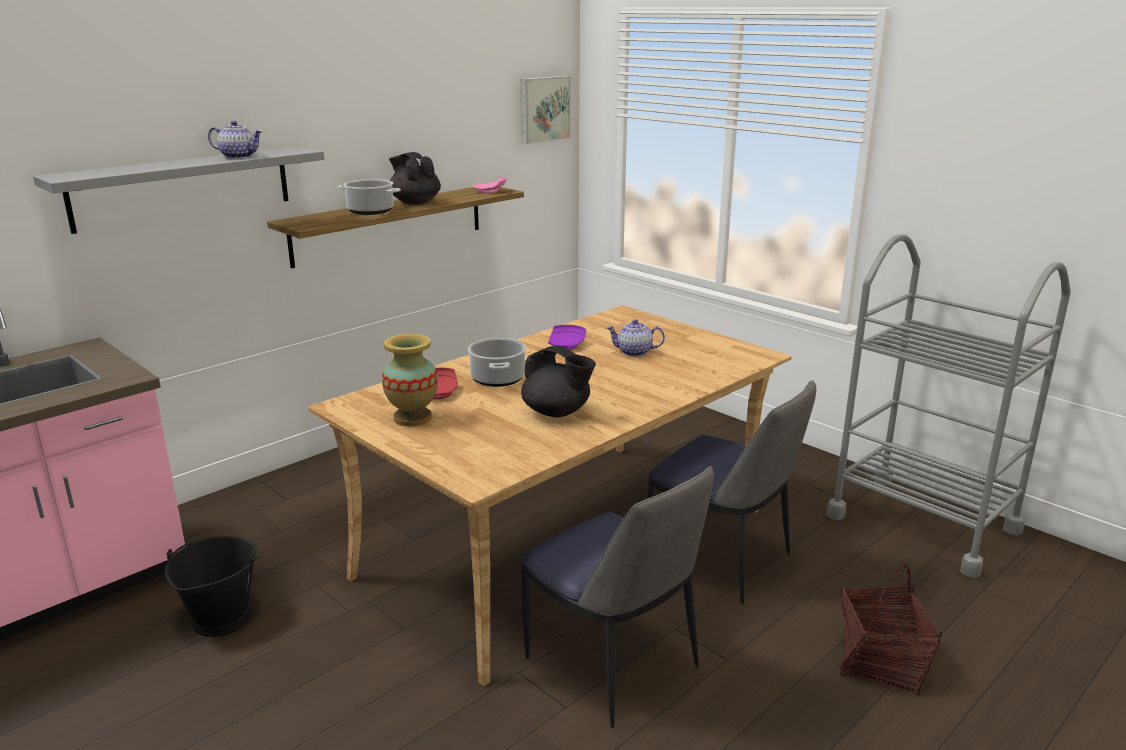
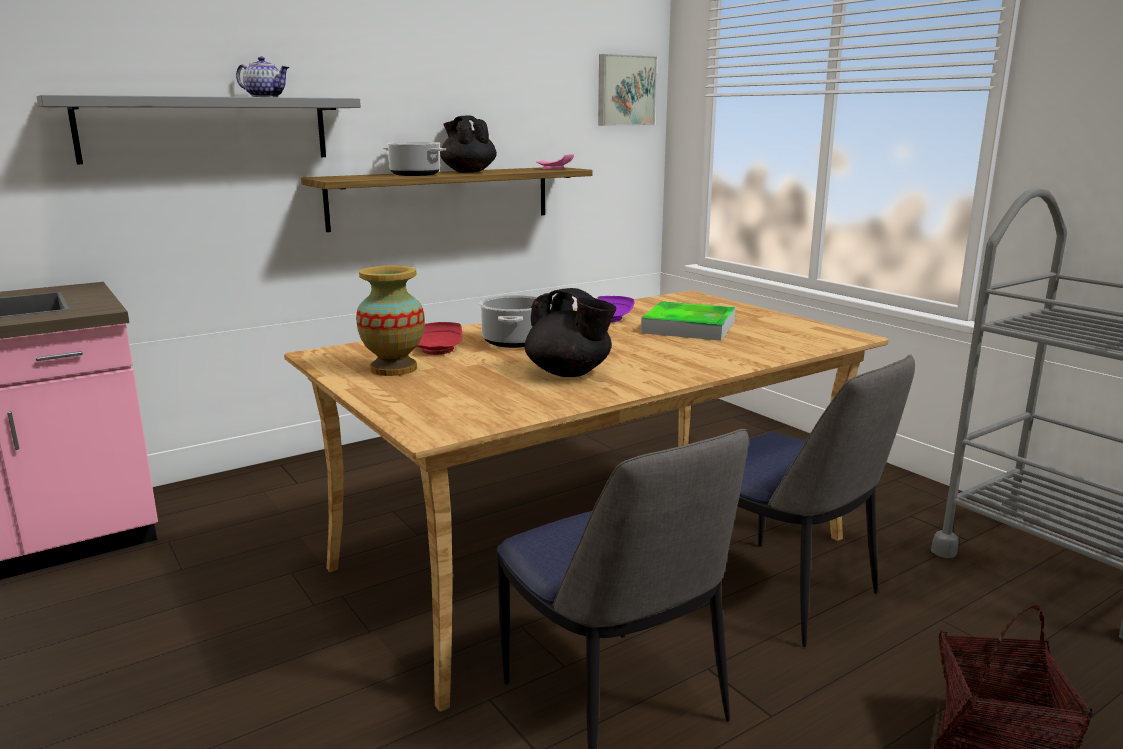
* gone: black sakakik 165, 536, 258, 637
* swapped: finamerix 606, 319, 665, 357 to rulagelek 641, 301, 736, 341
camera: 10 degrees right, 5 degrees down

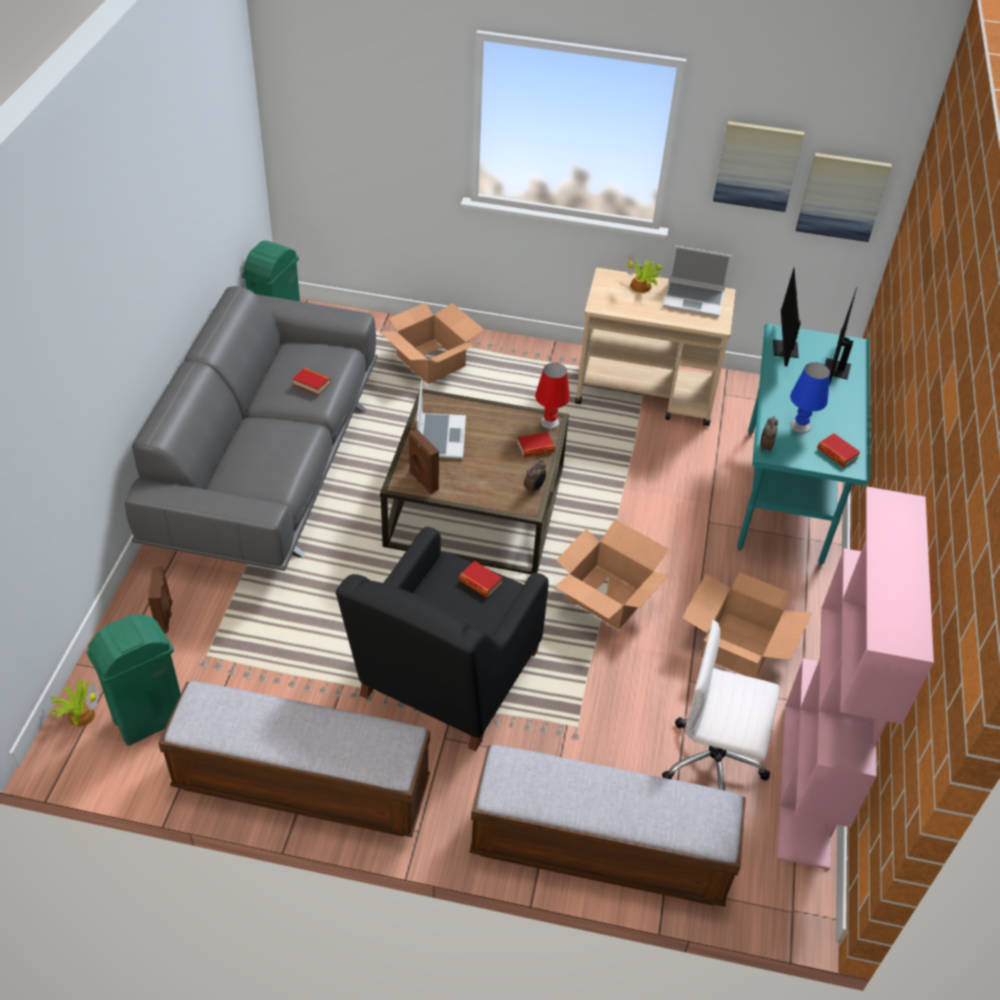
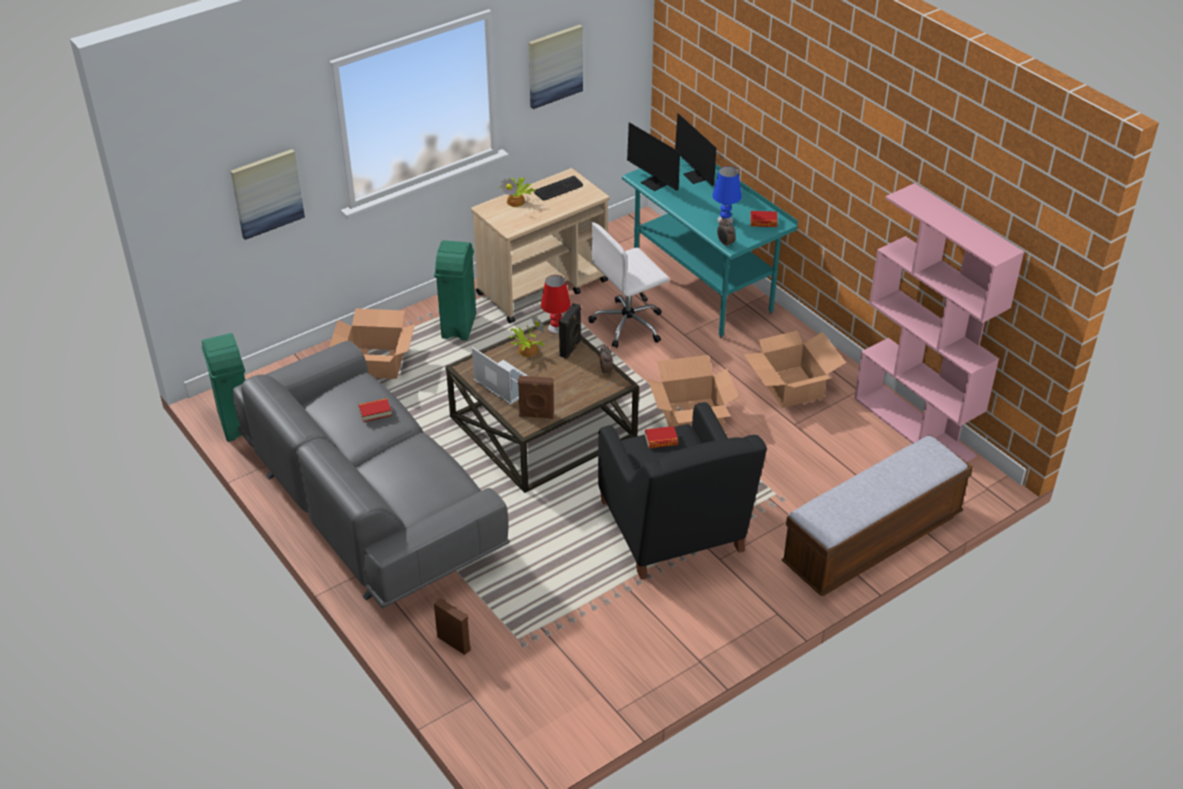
* shifted: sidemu 50, 679, 99, 727 to 509, 315, 545, 357
* shifted: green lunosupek 86, 614, 181, 746 to 434, 240, 476, 341
* gone: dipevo 158, 681, 430, 837
* swapped: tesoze 517, 432, 555, 457 to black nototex 559, 303, 581, 359
* shifted: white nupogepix 662, 620, 780, 791 to 588, 222, 670, 348
* swapped: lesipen 663, 246, 732, 317 to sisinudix 534, 176, 583, 200
* shifted: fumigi 796, 153, 892, 242 to 230, 149, 305, 240
camera: 45 degrees left, 5 degrees down

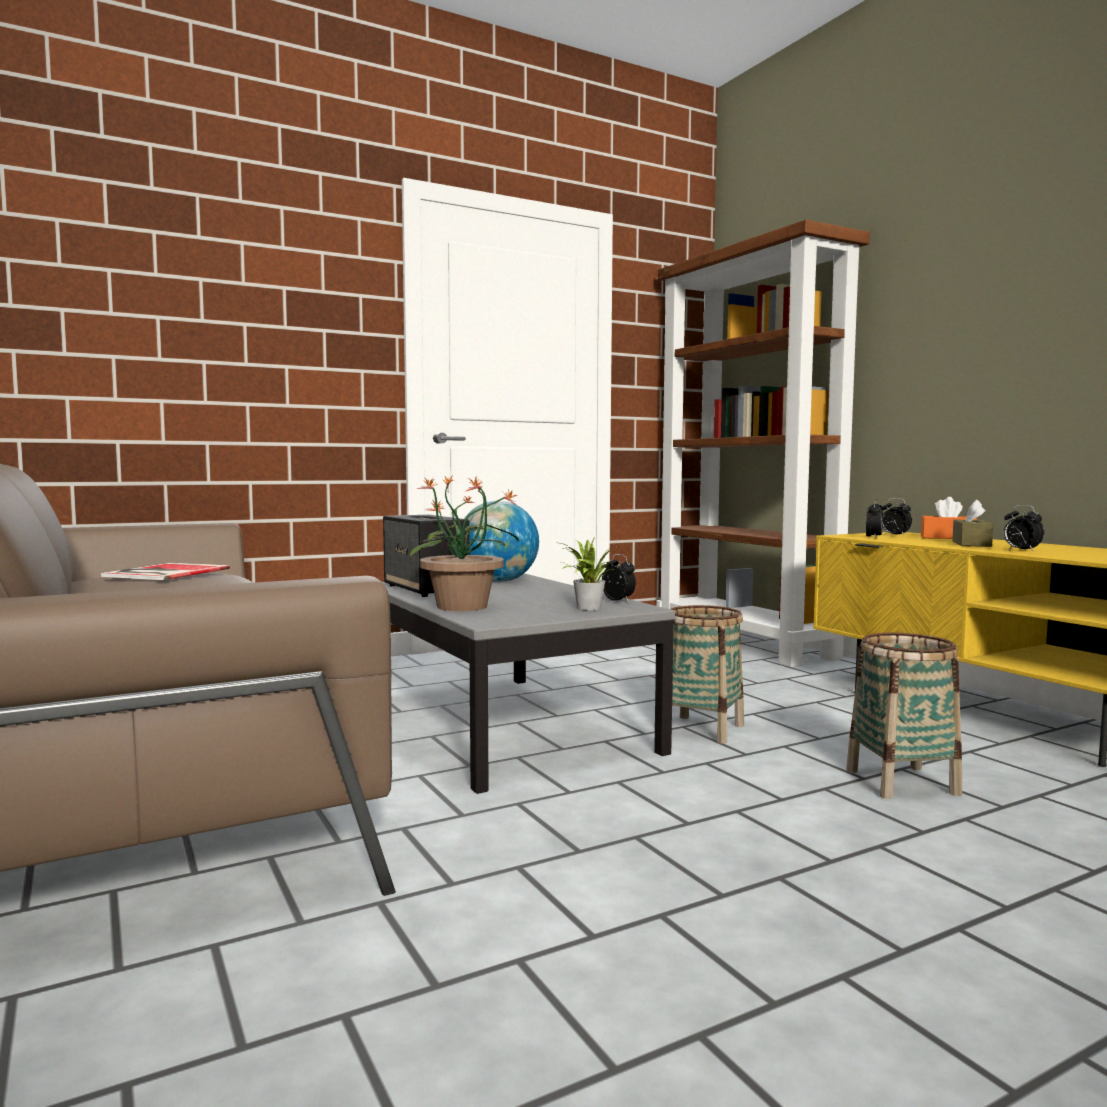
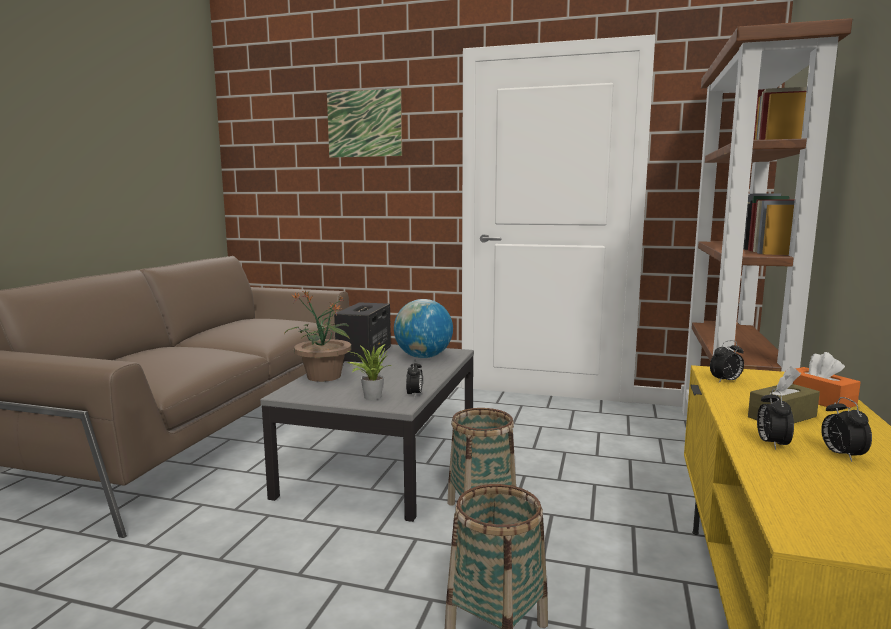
* gone: tesoze 101, 563, 230, 580
* shifted: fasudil 882, 498, 912, 536 to 821, 397, 872, 462
* new: fumigi 327, 88, 402, 158
camera: 45 degrees right, 5 degrees up

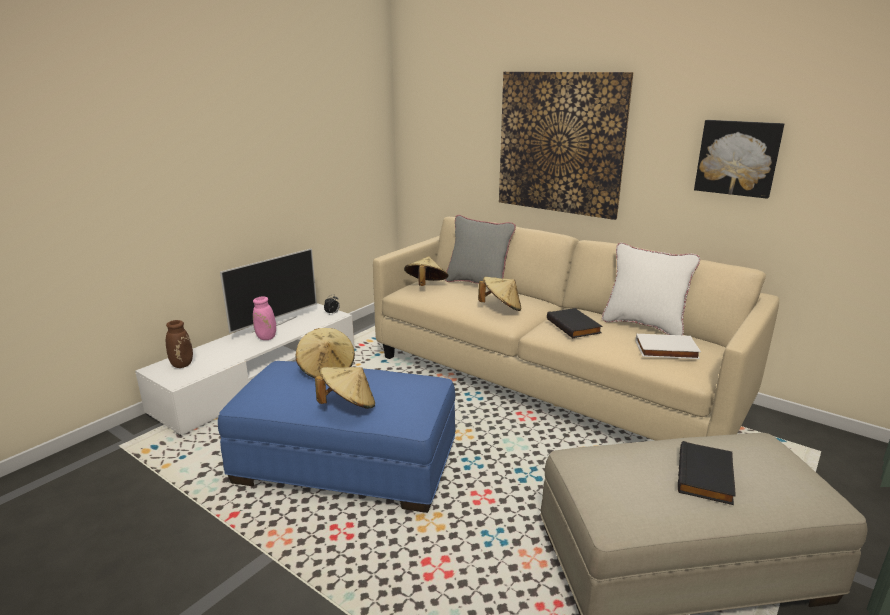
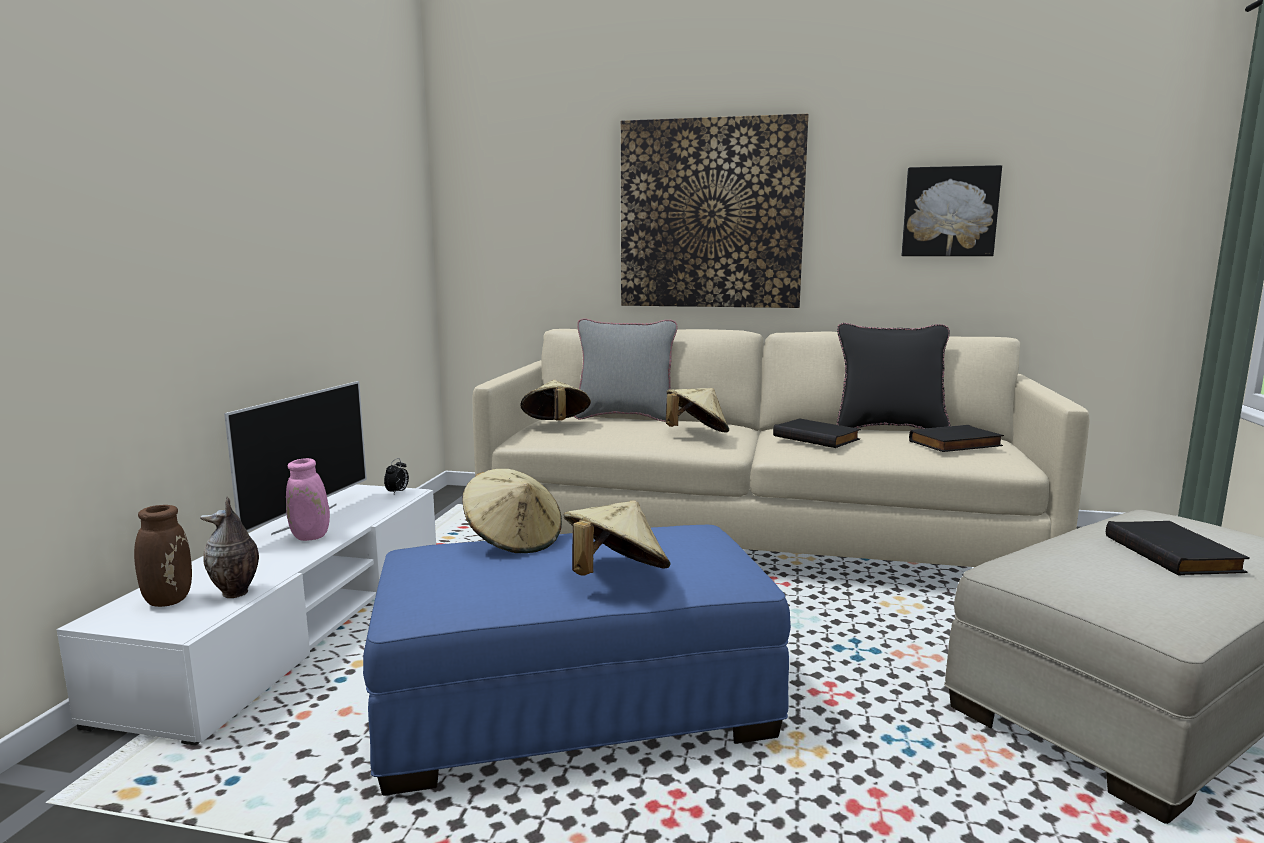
* repainted: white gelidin 602, 243, 700, 335 to black gelidin 837, 323, 950, 429
* repainted: white tesoze 636, 334, 701, 359 to black tesoze 909, 425, 1004, 452
* new: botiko 200, 496, 259, 598
camera: 25 degrees left, 10 degrees down

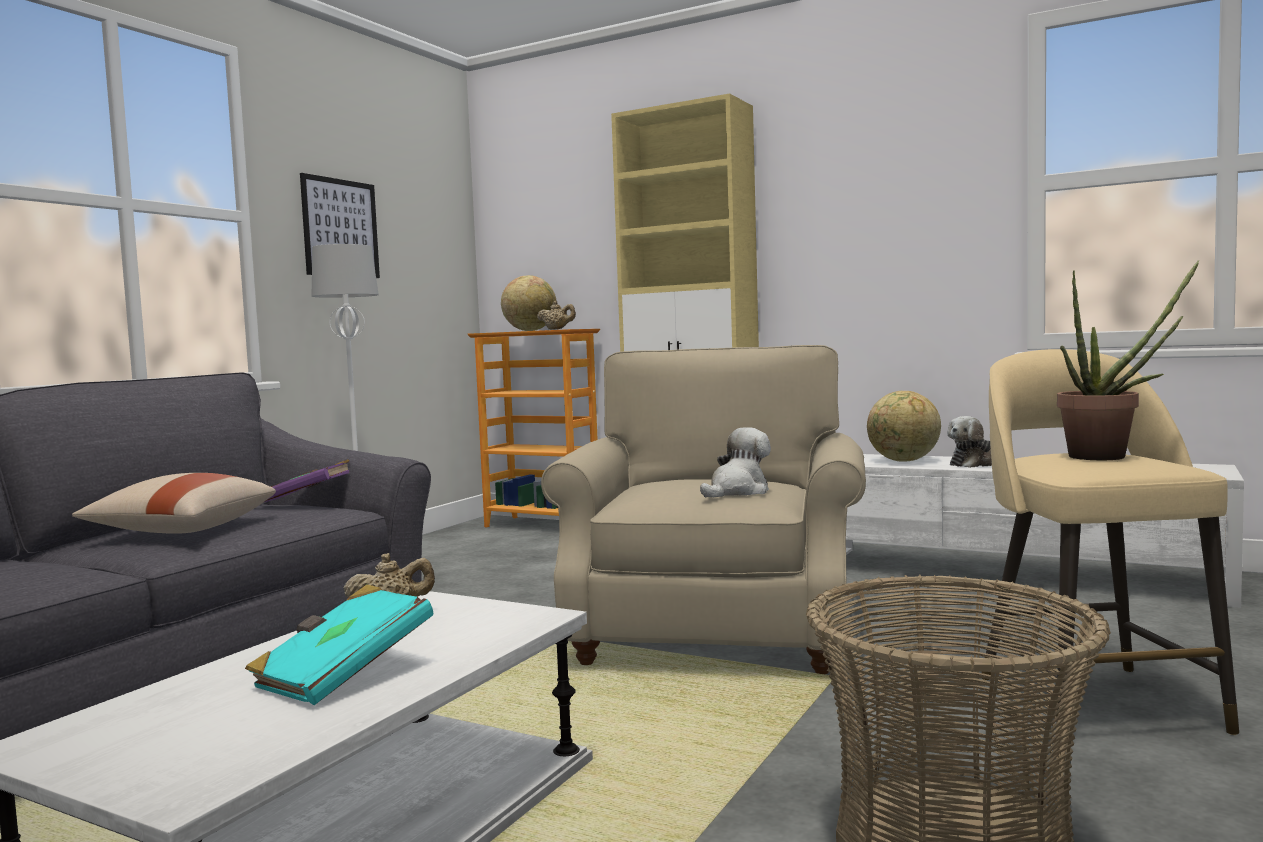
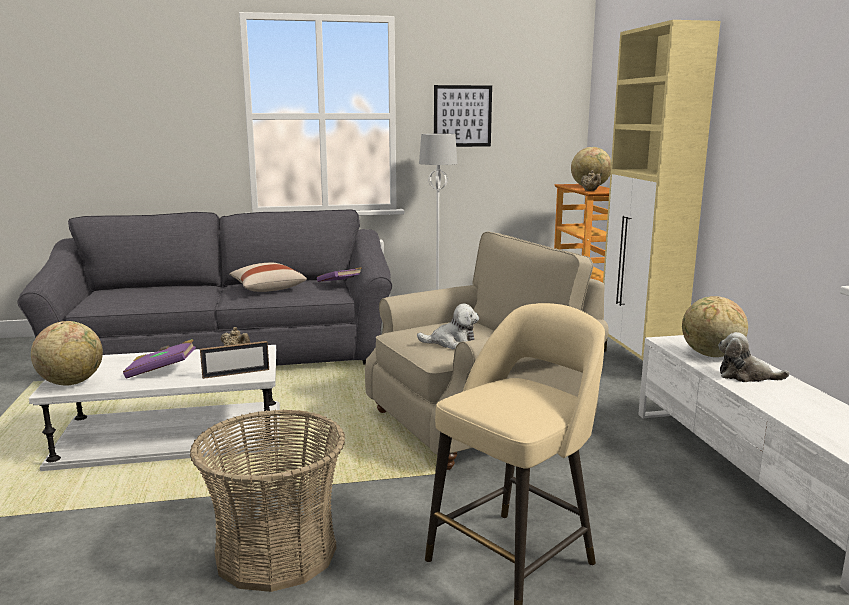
* repainted: turquoise tesoze 245, 584, 433, 705 to purple tesoze 123, 339, 196, 379
* gone: sidemu 1057, 260, 1200, 460
* new: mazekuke 31, 321, 103, 385
* new: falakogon 200, 341, 269, 379
camera: 50 degrees right, 10 degrees up

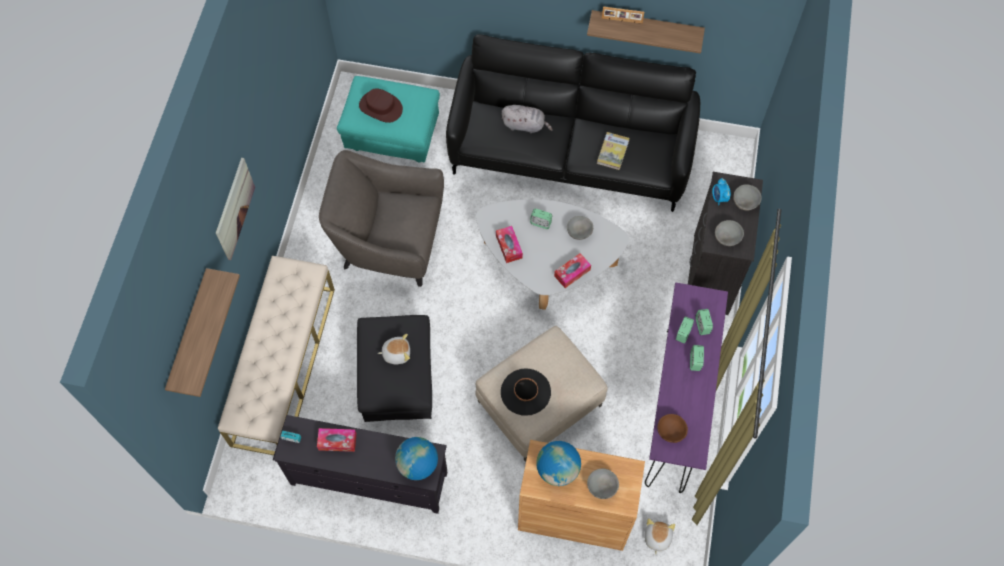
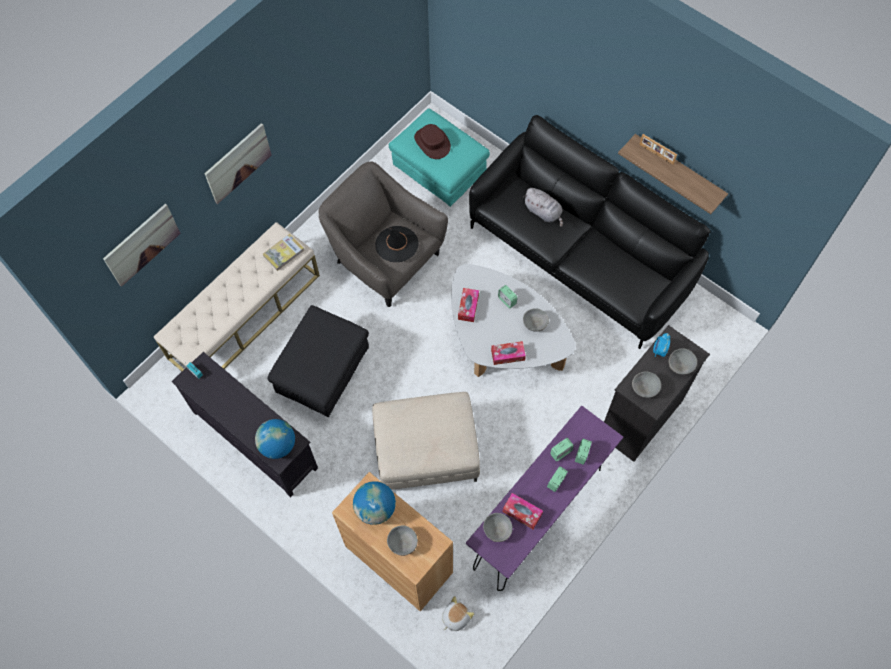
* swapped: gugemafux 165, 268, 240, 397 to fumigi 103, 204, 181, 287
* shifted: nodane 317, 428, 357, 452 to 502, 493, 543, 529
* gone: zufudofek 378, 334, 410, 365
* shifted: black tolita 501, 368, 551, 415 to 375, 226, 419, 262
* shifted: tesoze 597, 132, 630, 170 to 263, 234, 304, 271
* repainted: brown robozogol 657, 414, 688, 443 to grey robozogol 483, 513, 513, 542
camera: 30 degrees right, 0 degrees up

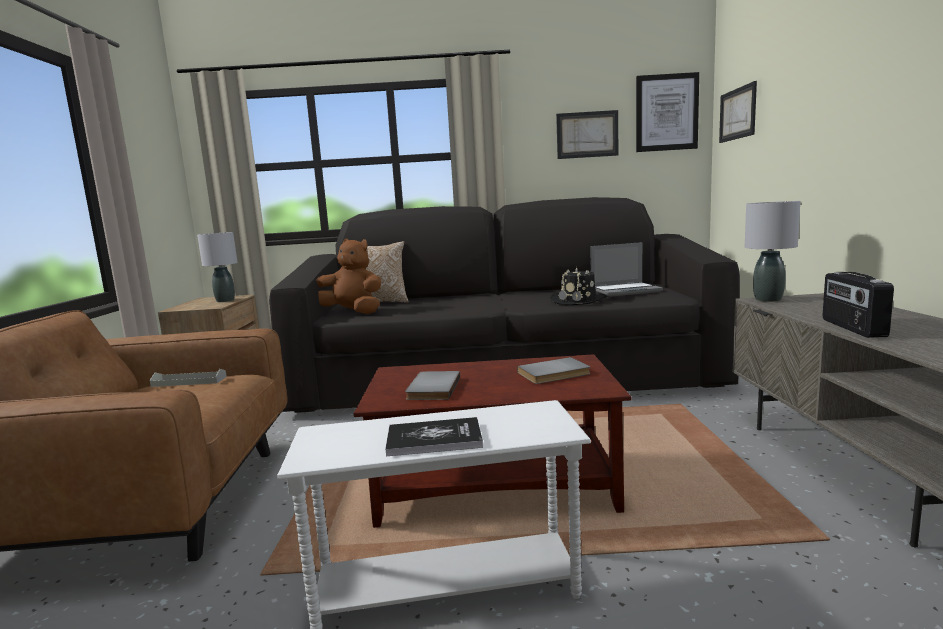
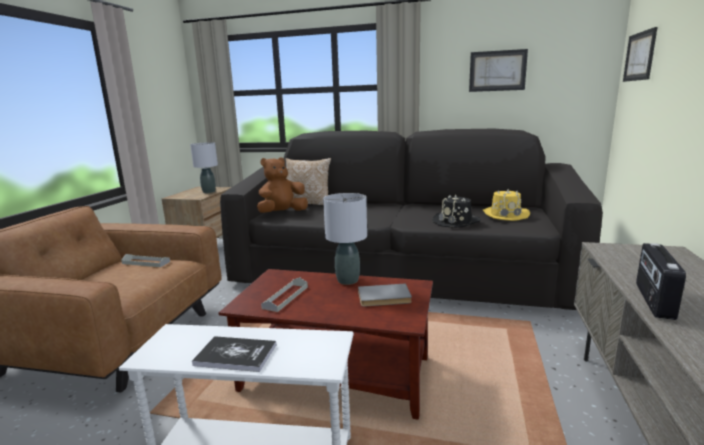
* rotated: brown zufudofek 317, 238, 381, 314 = 257, 157, 308, 213 75 degrees counterclockwise
* swapped: grey tesoze 405, 371, 460, 400 to grey rulagelek 261, 277, 308, 312
* swapped: lesipen 590, 242, 663, 297 to yellow tolita 482, 189, 530, 221
* gone: fumigi 636, 72, 699, 152
* shifted: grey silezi 745, 201, 800, 302 to 323, 193, 367, 285
camera: 15 degrees right, 5 degrees up

